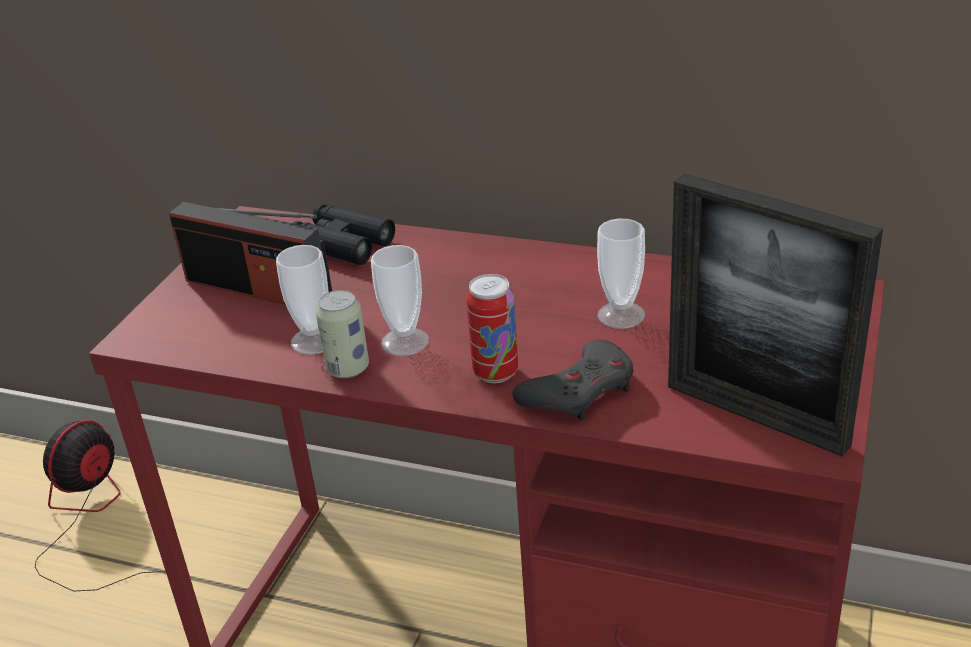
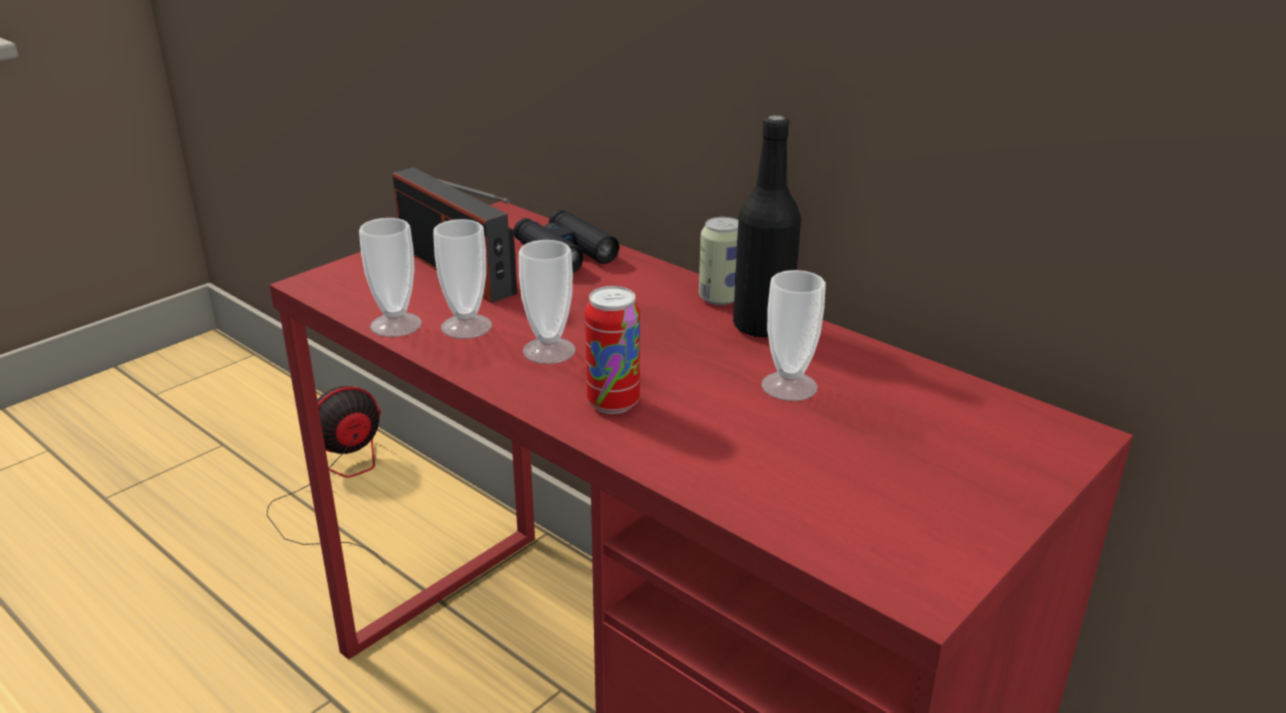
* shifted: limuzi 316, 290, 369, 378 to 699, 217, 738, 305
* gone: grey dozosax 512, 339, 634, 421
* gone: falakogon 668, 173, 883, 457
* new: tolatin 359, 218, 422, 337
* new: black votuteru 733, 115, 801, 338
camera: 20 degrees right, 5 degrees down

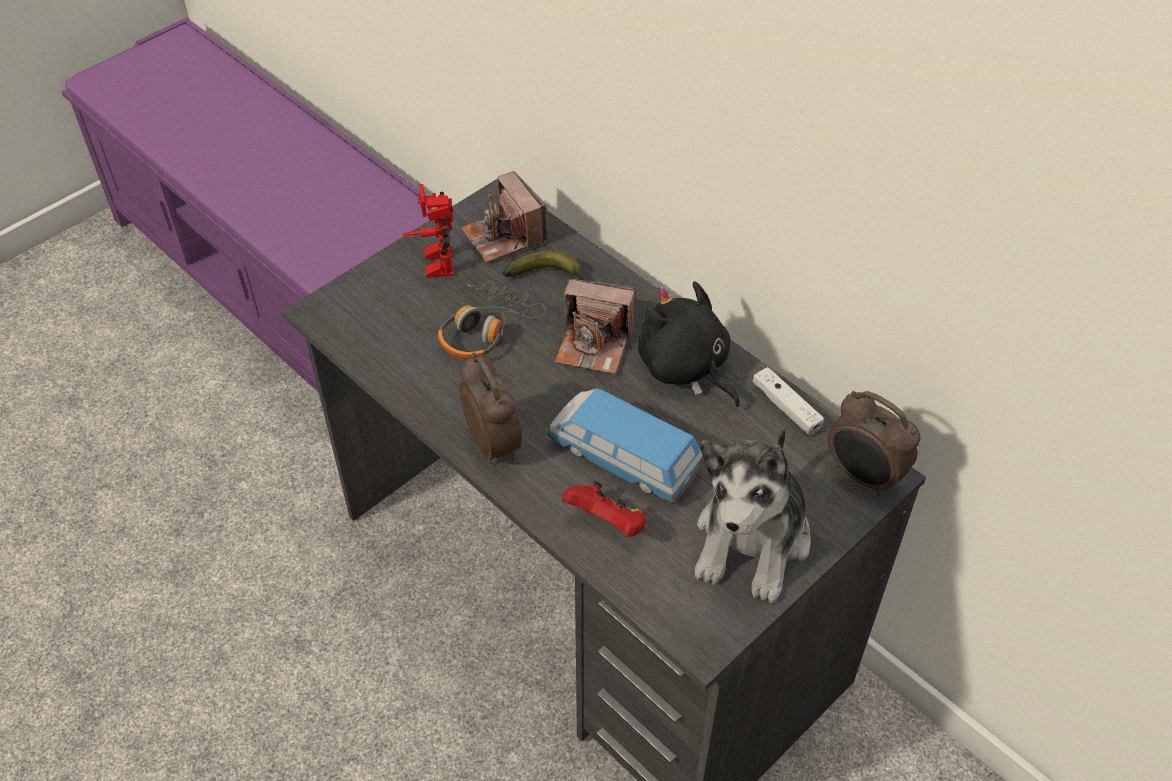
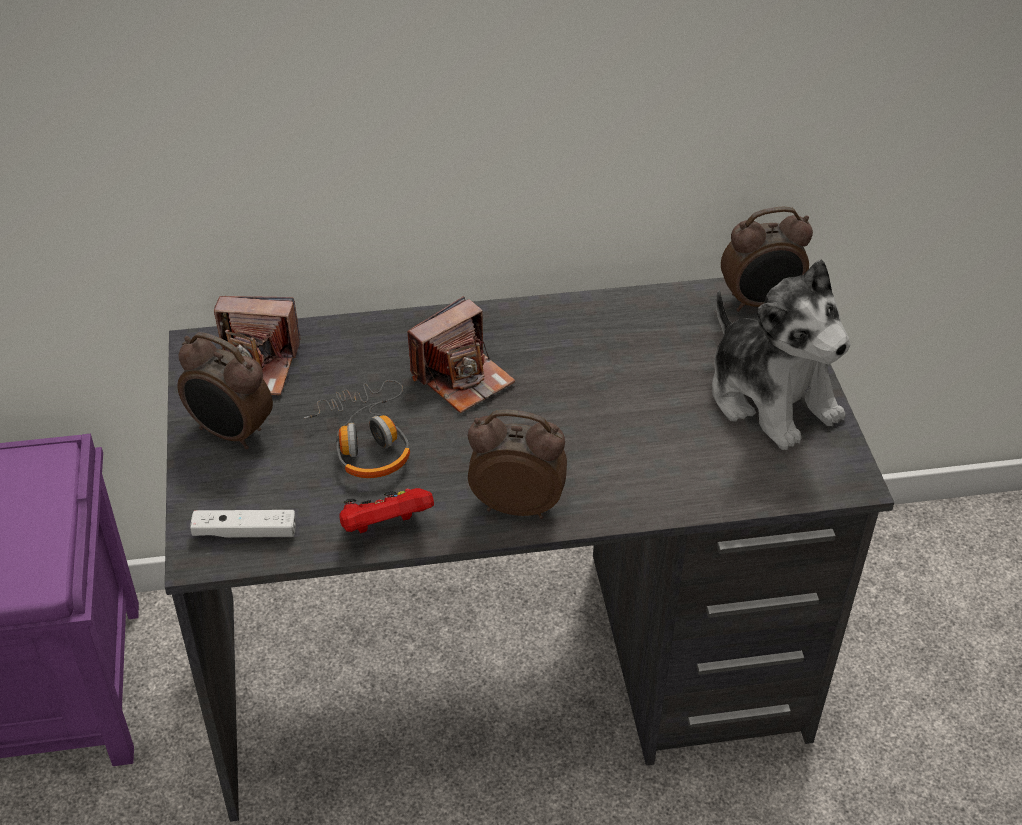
* swapped: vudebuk 402, 184, 454, 278 to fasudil 177, 332, 273, 449
* gone: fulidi 503, 250, 584, 280
* gone: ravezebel 547, 388, 703, 504
* shifted: red dozosax 562, 481, 646, 537 to 339, 488, 434, 533
* gone: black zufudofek 638, 281, 740, 407
* shifted: white dozosax 753, 367, 824, 435 to 190, 510, 296, 538
camera: 55 degrees left, 5 degrees down

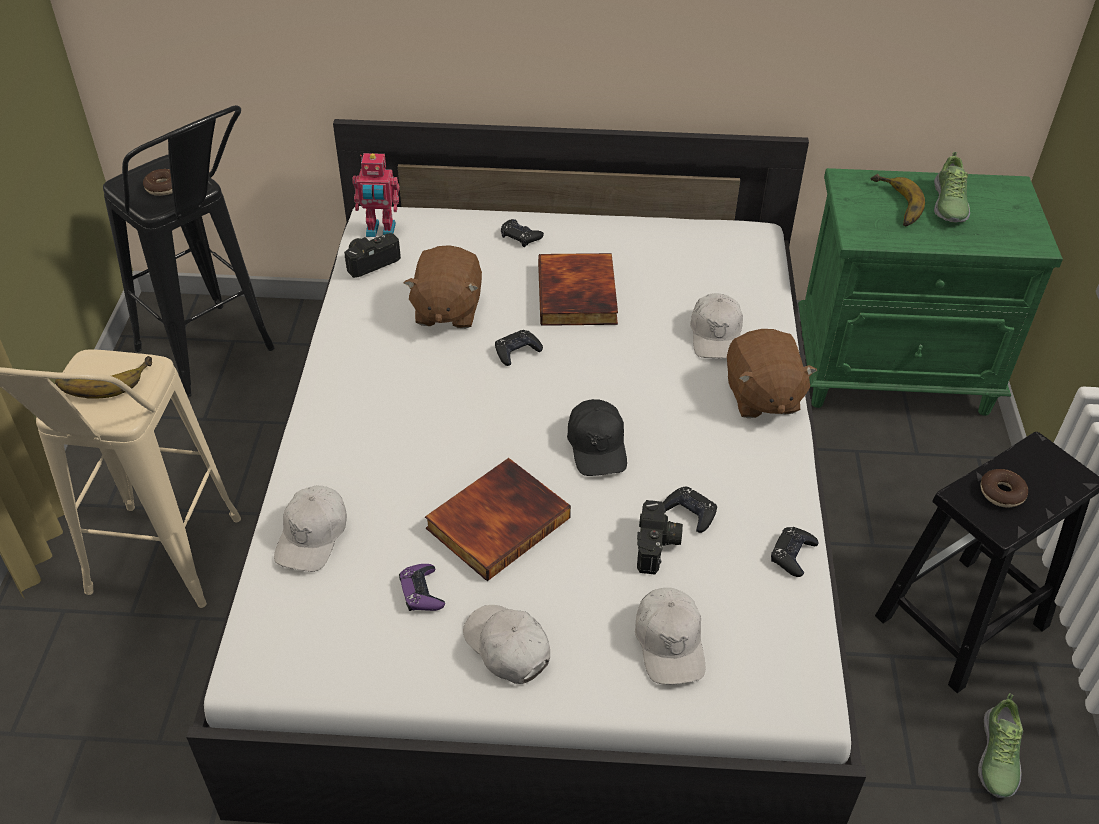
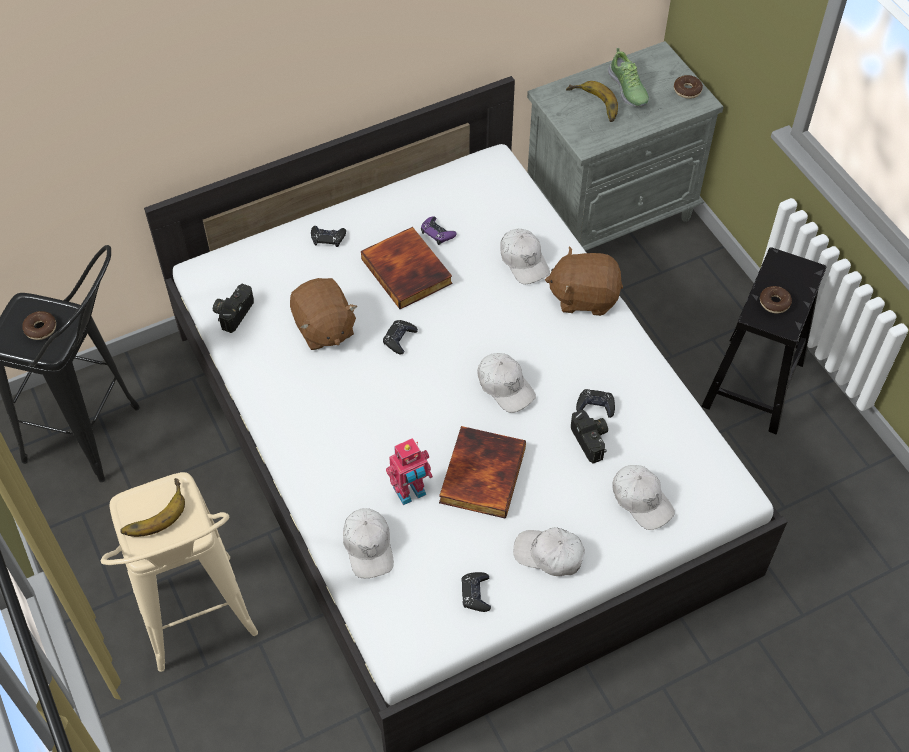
* shifted: vudebuk 352, 153, 400, 237 to 386, 438, 433, 505
* shifted: purple dozosax 399, 564, 445, 611 to 421, 216, 457, 245
* repainted: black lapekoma 567, 399, 627, 476 to white lapekoma 477, 353, 536, 413
* rotated: brown zufudofek 727, 329, 817, 418 = 545, 246, 623, 316 135 degrees clockwise
* shifted: black dozosax 771, 527, 819, 577 to 462, 572, 491, 612
* repainted: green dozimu 798, 168, 1063, 416 to grey dozimu 527, 41, 724, 251
* gone: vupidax 978, 693, 1023, 798
* new: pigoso 674, 75, 703, 99
camera: 30 degrees left, 10 degrees up

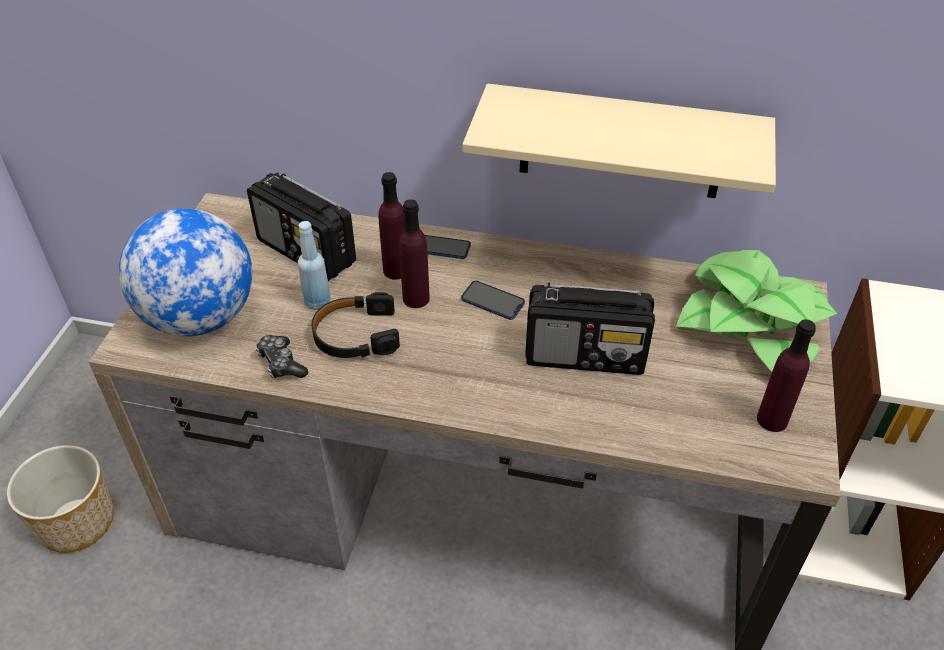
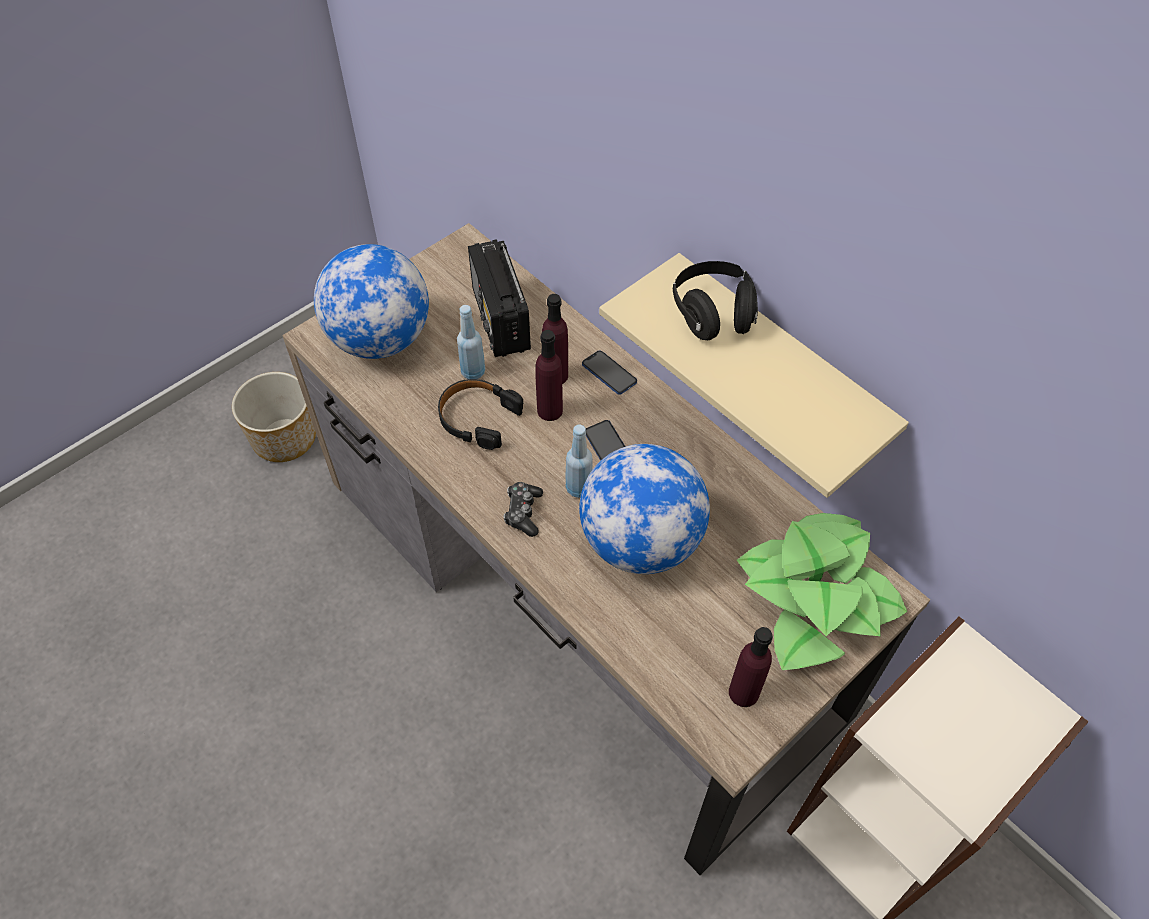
* shifted: dozosax 255, 335, 309, 379 to 503, 482, 543, 537
* swapped: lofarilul 525, 282, 655, 375 to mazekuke 579, 444, 710, 574
* new: blue votuteru 566, 425, 593, 498
* new: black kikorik 673, 261, 758, 340
camera: 35 degrees right, 10 degrees up

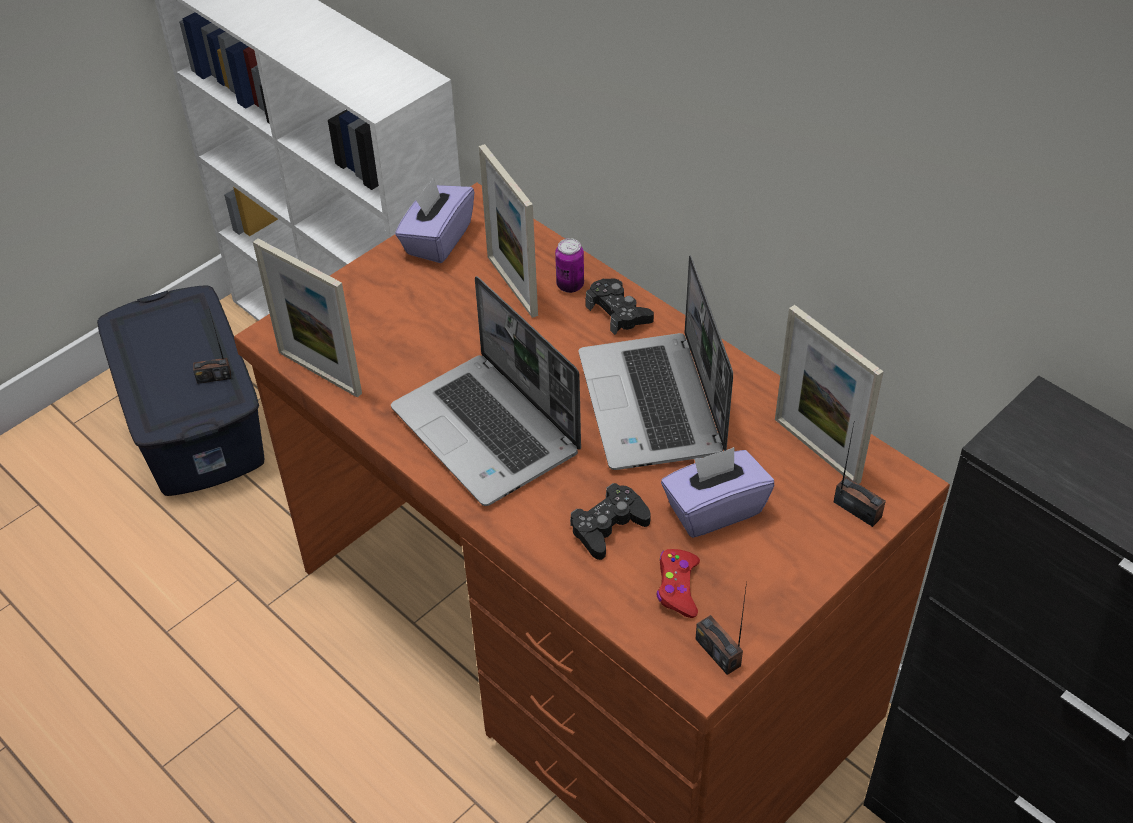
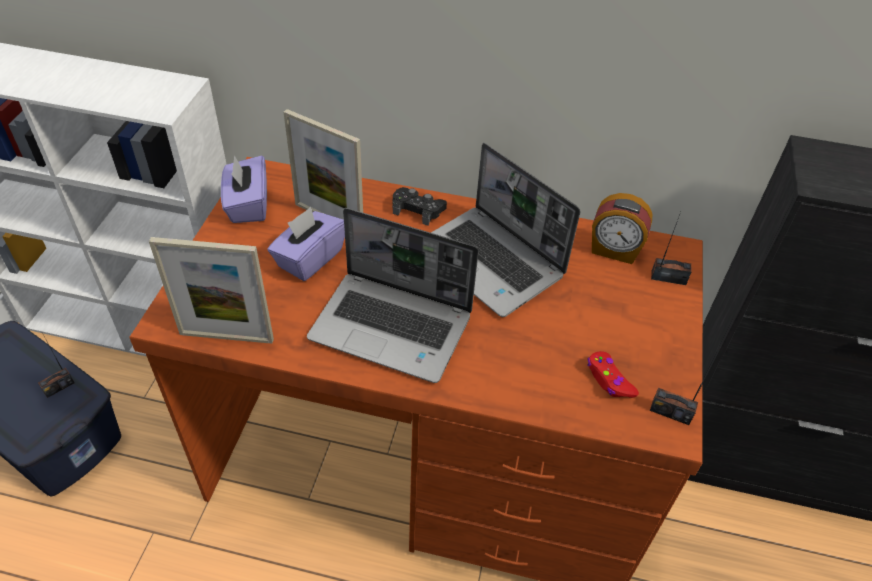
* gone: limuzi 555, 238, 584, 293
* gone: black dozosax 570, 483, 651, 560
* shifted: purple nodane 661, 447, 774, 538 to 267, 207, 345, 281
* swapped: falakogon 775, 305, 884, 484 to fasudil 592, 193, 653, 264
camera: 35 degrees left, 0 degrees up

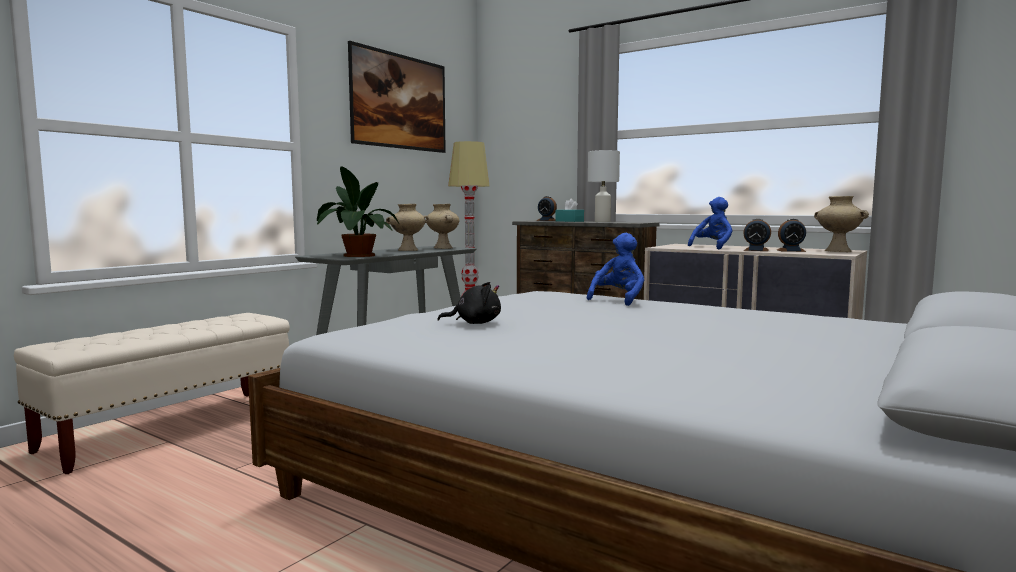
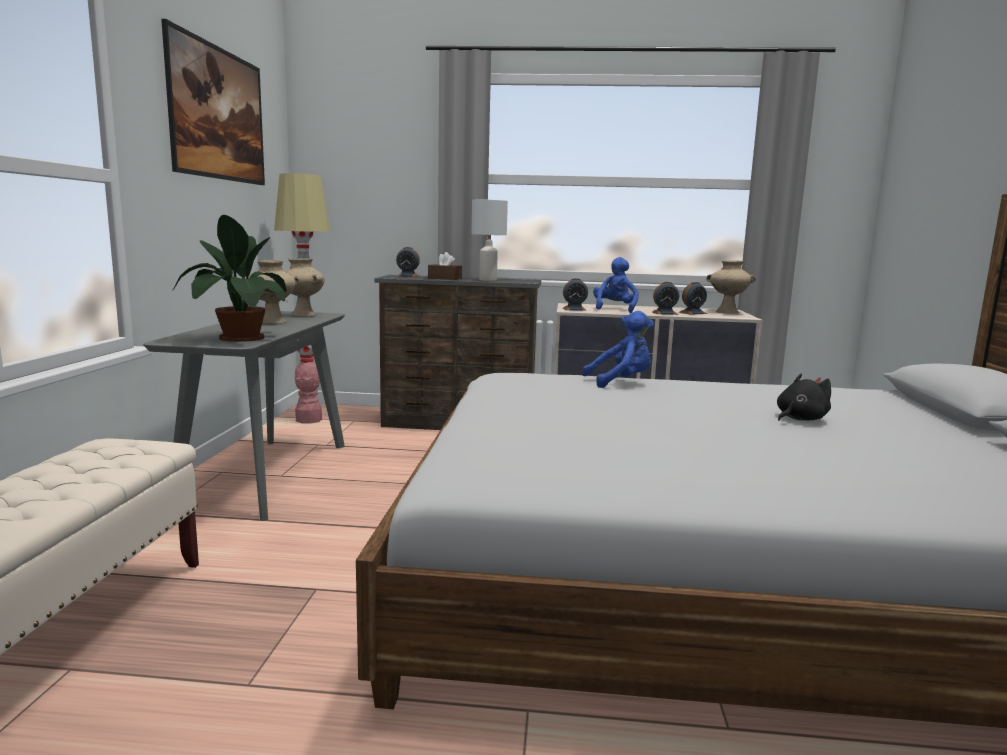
* shifted: black zufudofek 437, 282, 501, 324 to 777, 374, 831, 421
* repainted: turquoise nodane 555, 198, 584, 222 to brown nodane 428, 252, 462, 280
* rotated: blue zufudofek 587, 233, 644, 306 = 582, 311, 654, 388 75 degrees clockwise
* new: fasudil 563, 278, 588, 311
camera: 30 degrees left, 5 degrees up

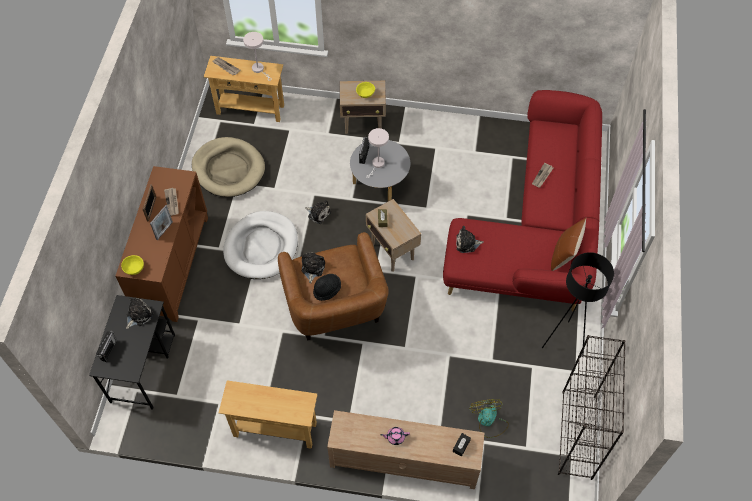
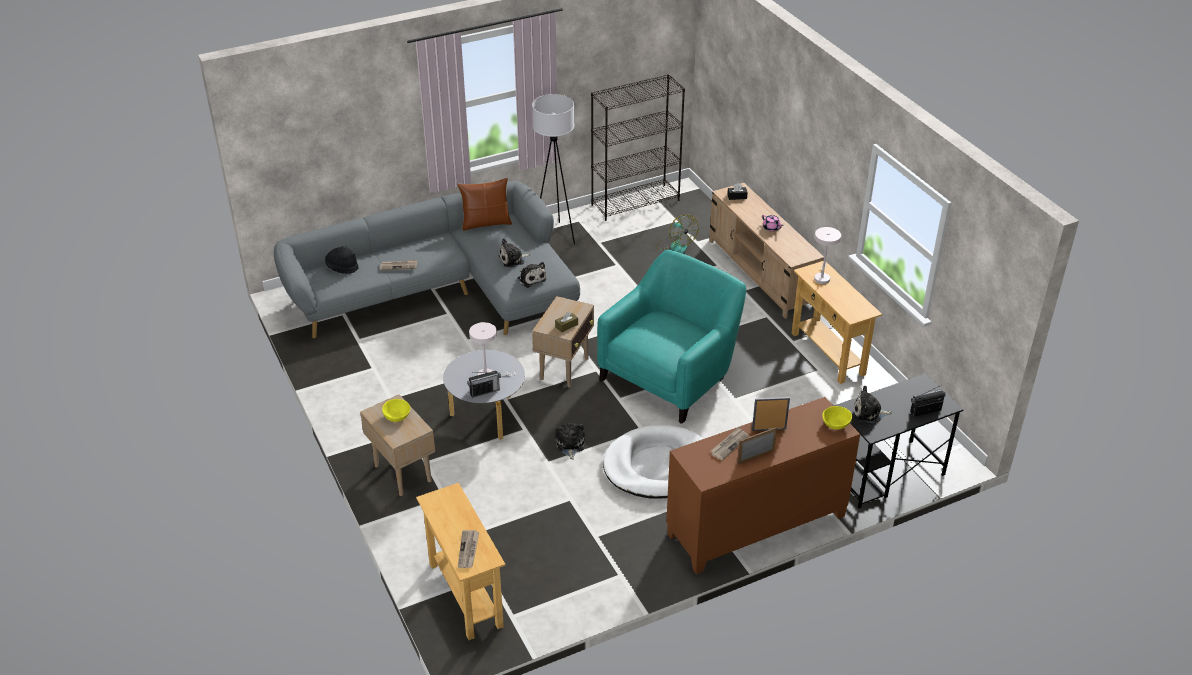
* gone: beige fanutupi 192, 137, 265, 197
* shifted: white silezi 243, 32, 272, 81 to 814, 227, 841, 284
* repainted: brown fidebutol 278, 232, 389, 340 to turquoise fidebutol 597, 250, 746, 424
* shifted: zufudofek 302, 252, 325, 283 to 498, 238, 530, 268
* shifted: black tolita 313, 274, 341, 301 to 325, 246, 359, 274
* repainted: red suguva 443, 90, 602, 312 to grey suguva 274, 181, 580, 338
* rotated: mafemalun 470, 399, 509, 438 = 656, 214, 698, 254 75 degrees counterclockwise
* repainted: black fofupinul 542, 252, 614, 356 to white fofupinul 532, 94, 575, 244
camera: 125 degrees left, 20 degrees down

